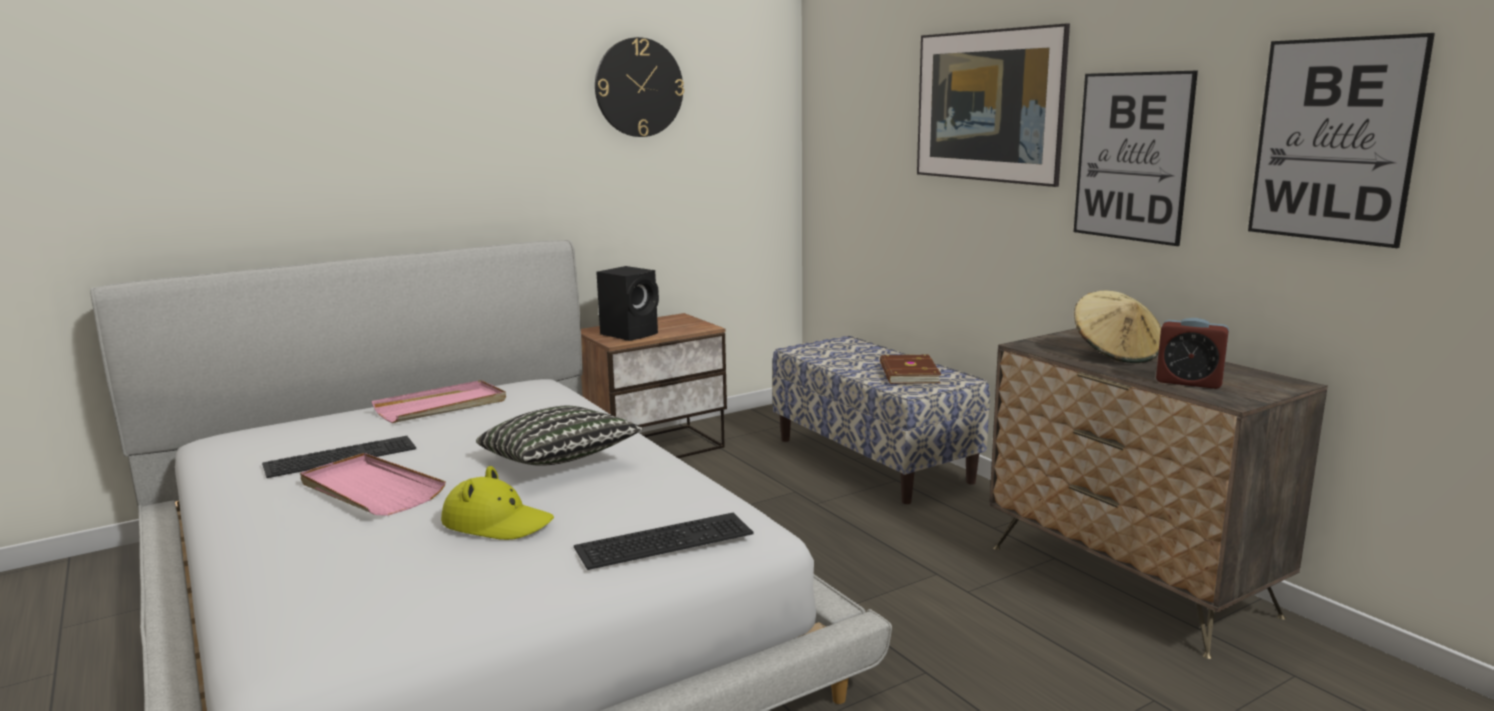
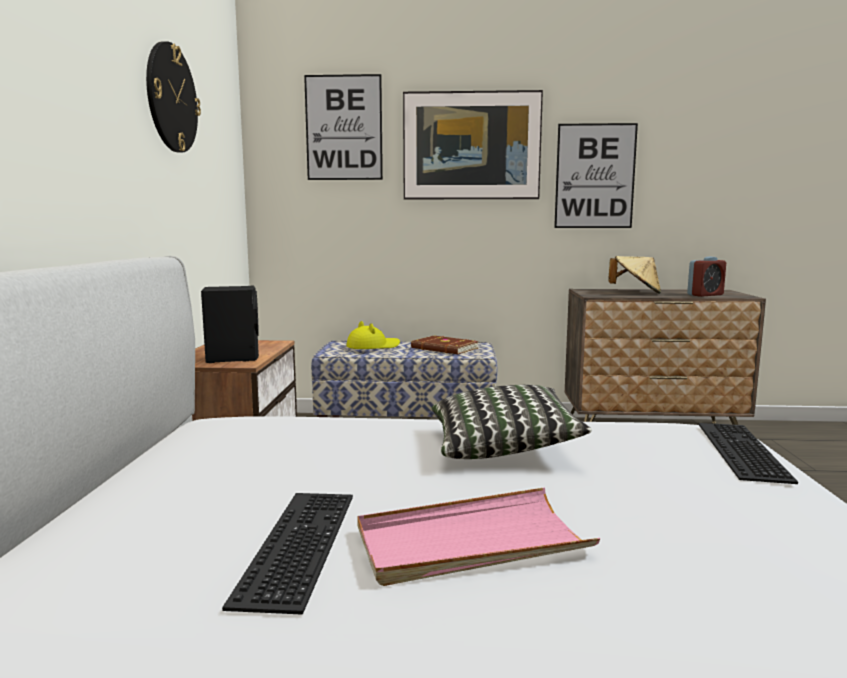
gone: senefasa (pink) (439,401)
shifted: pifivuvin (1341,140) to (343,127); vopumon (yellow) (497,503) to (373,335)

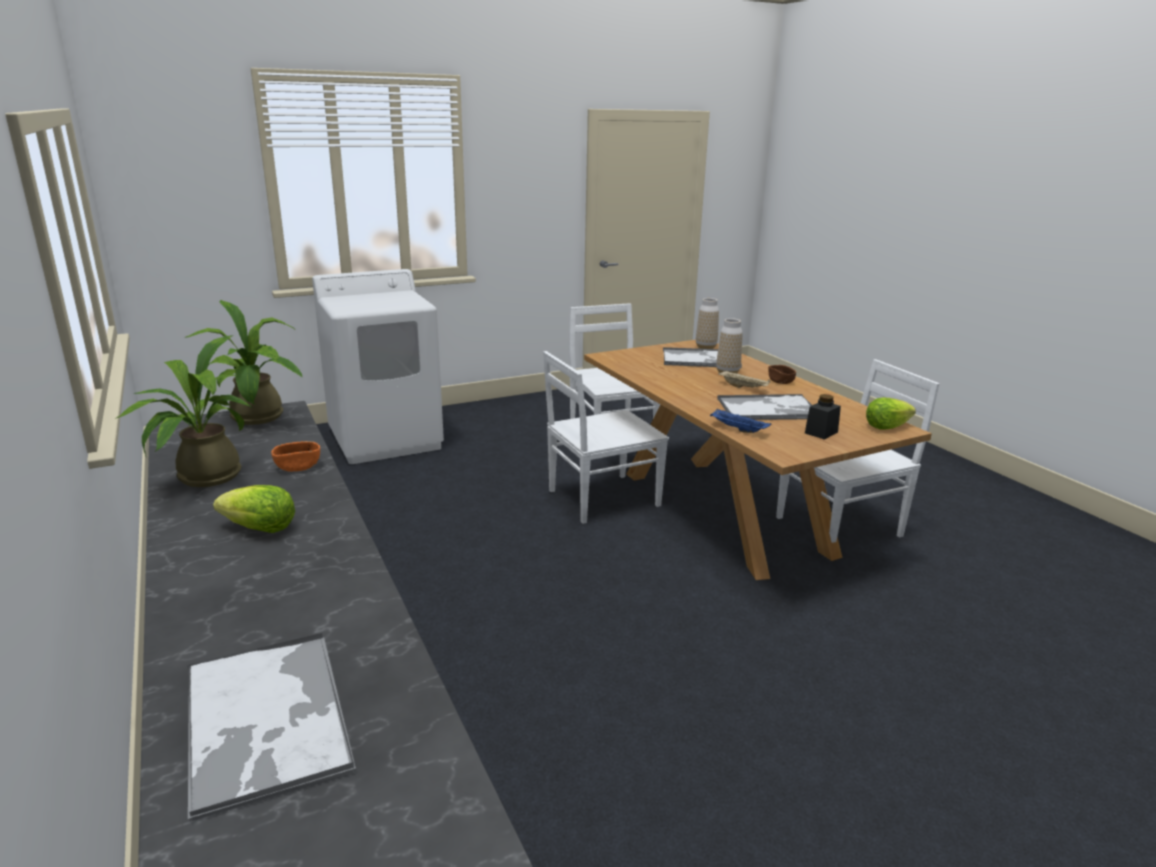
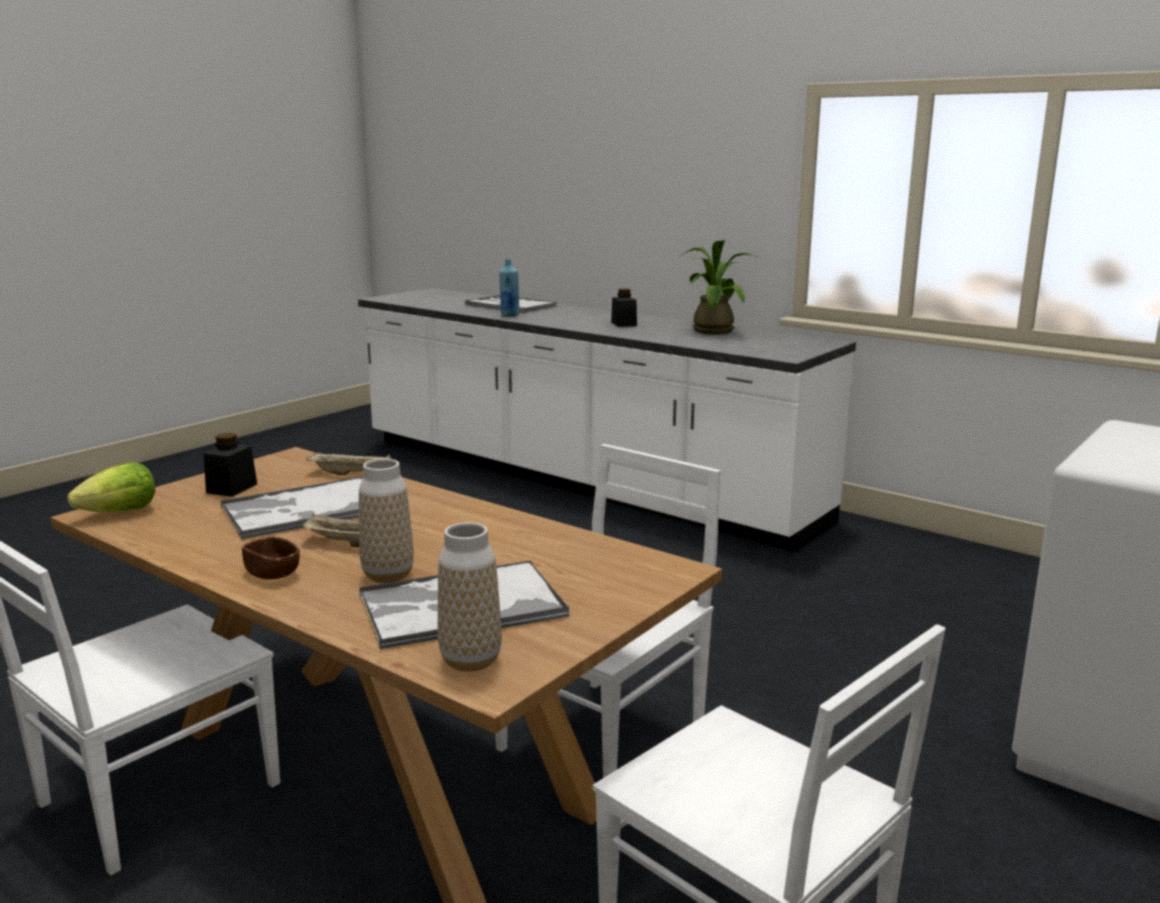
gone: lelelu (243,362); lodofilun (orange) (295,456)
new: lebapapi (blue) (509,287)
swapped: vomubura (254,509) to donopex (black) (624,307)
repainted: senefasa (blue) (740,421) to senefasa (beige) (349,464)

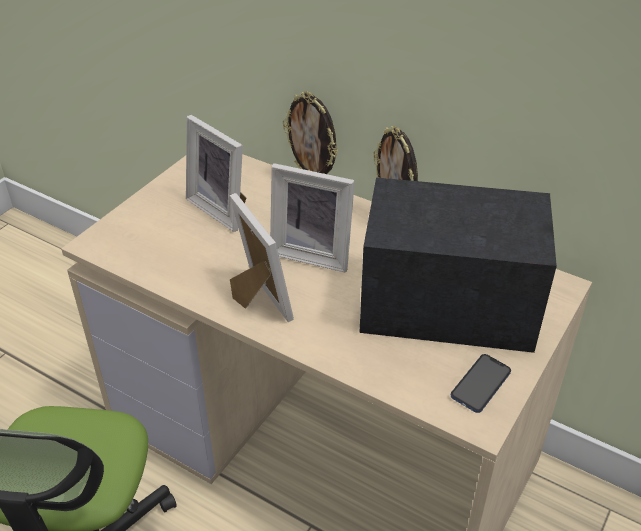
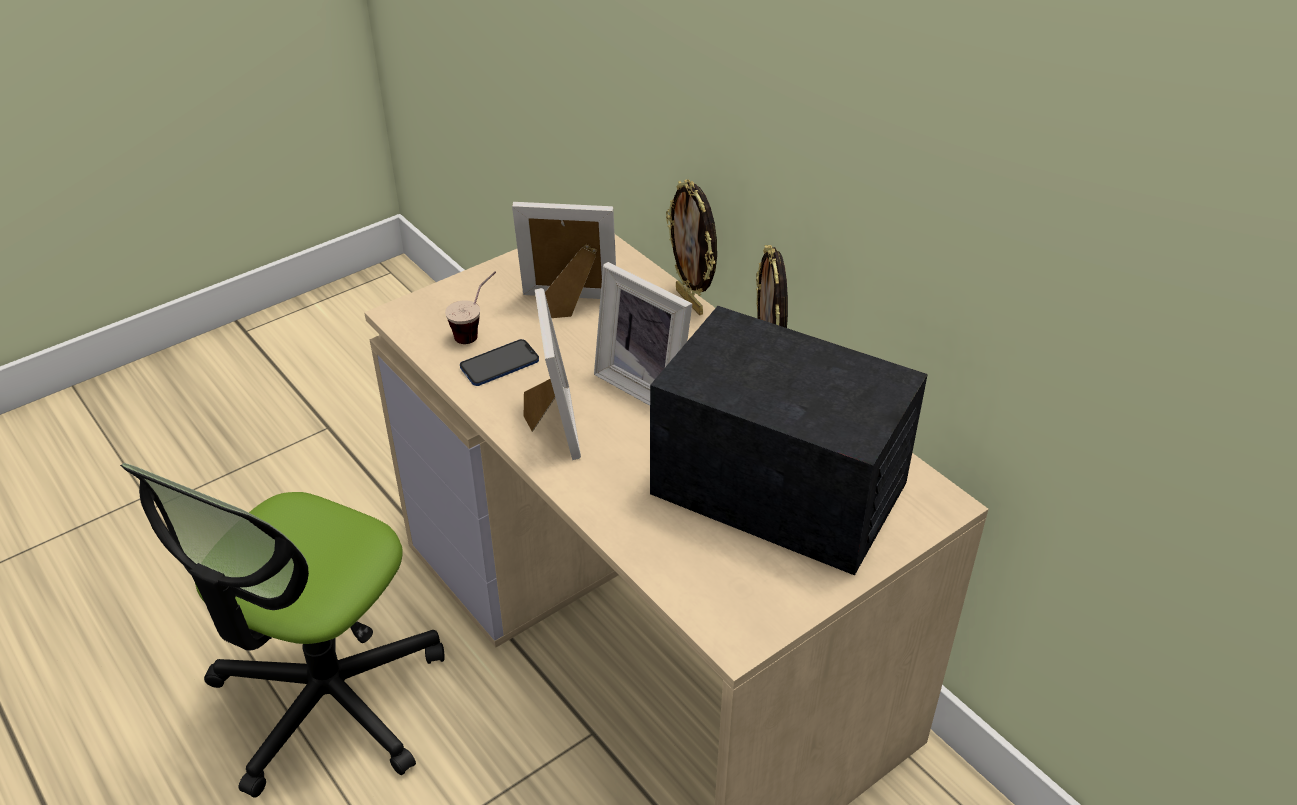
new: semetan (470,307)
shifted: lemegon (481,383) to (499,362)
rotated: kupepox (216,173) = (564,260) 120 degrees clockwise

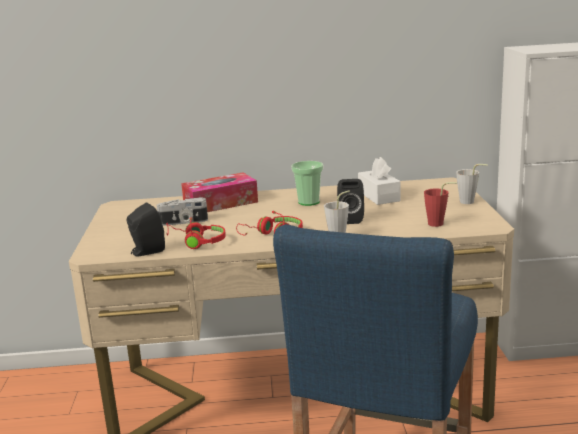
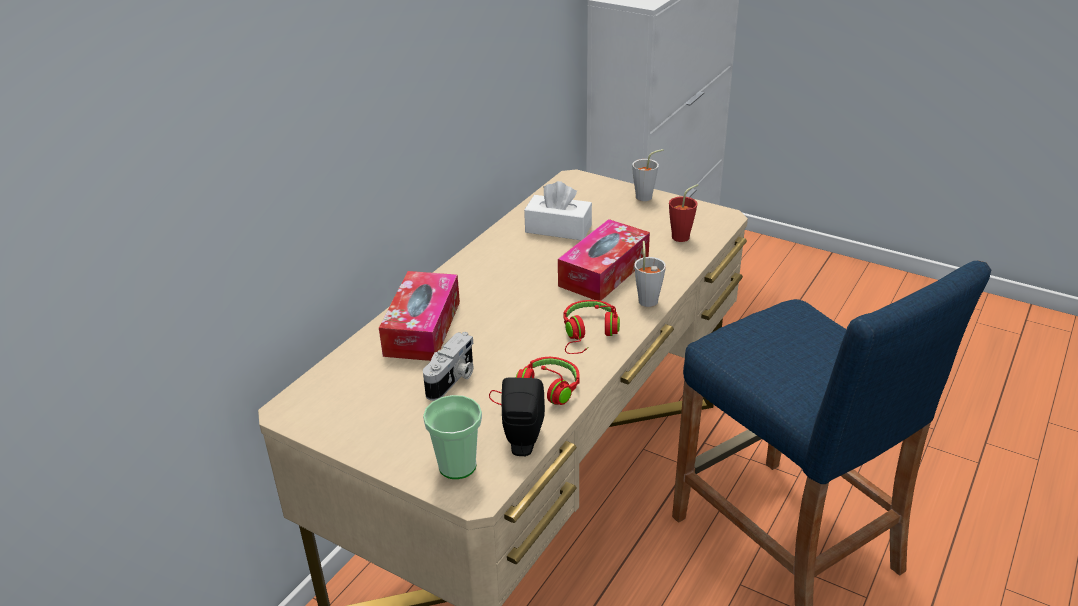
shifted: semetan (307,183) to (452,437)
swapped: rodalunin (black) (350,201) to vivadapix (604,260)

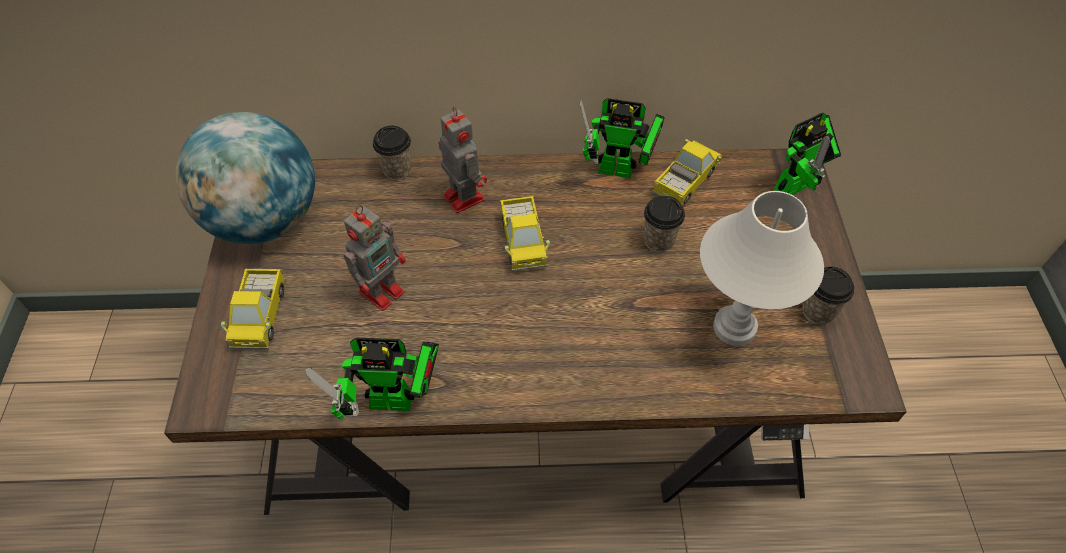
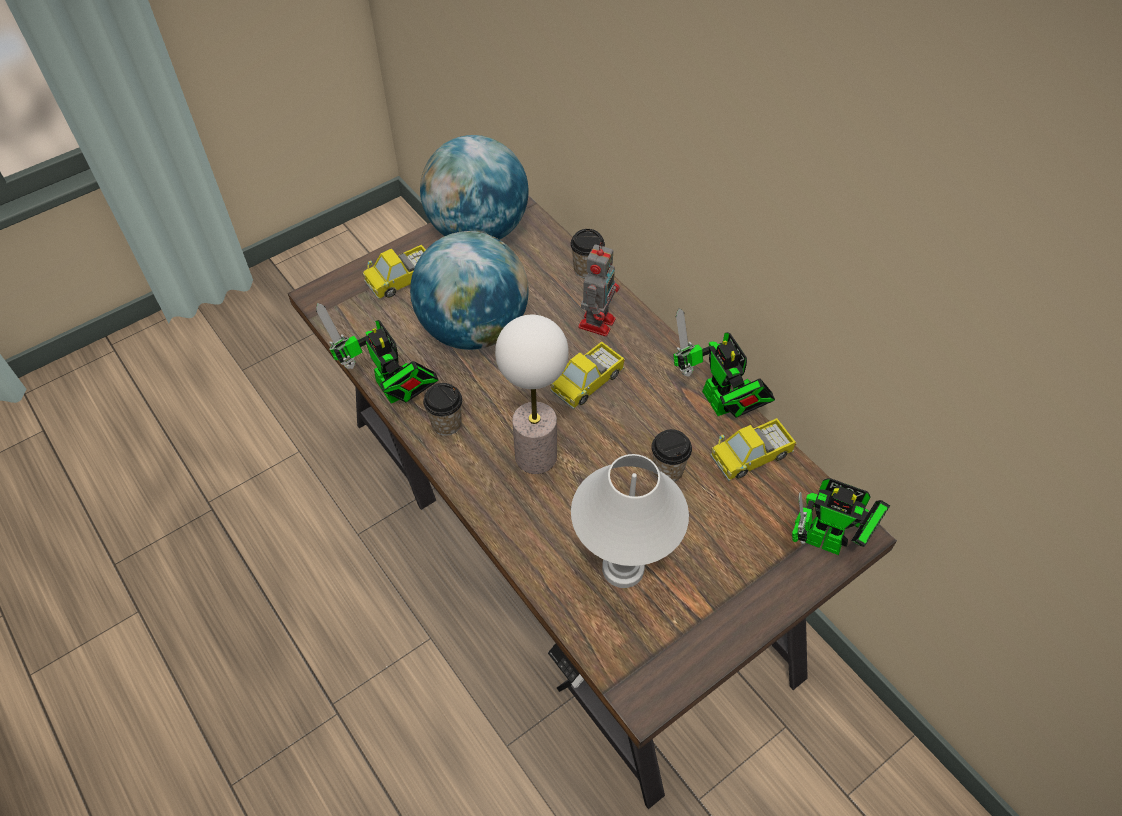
new: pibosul (532,394)
shifted: semetan (828,296) to (442,409)
swapped: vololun (375,258) to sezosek (469,290)
rotated: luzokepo (687,172) = (753,449) 150 degrees clockwise

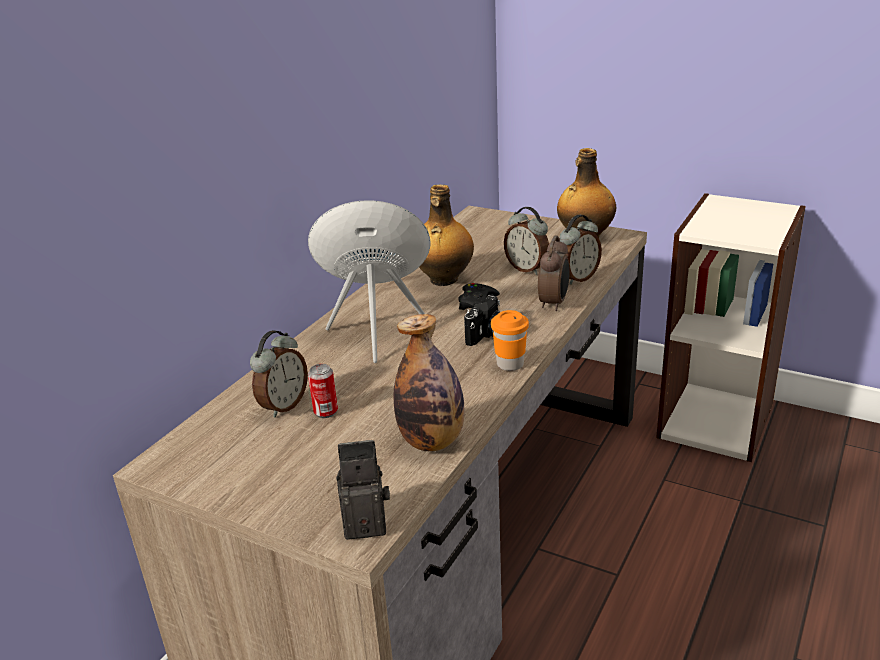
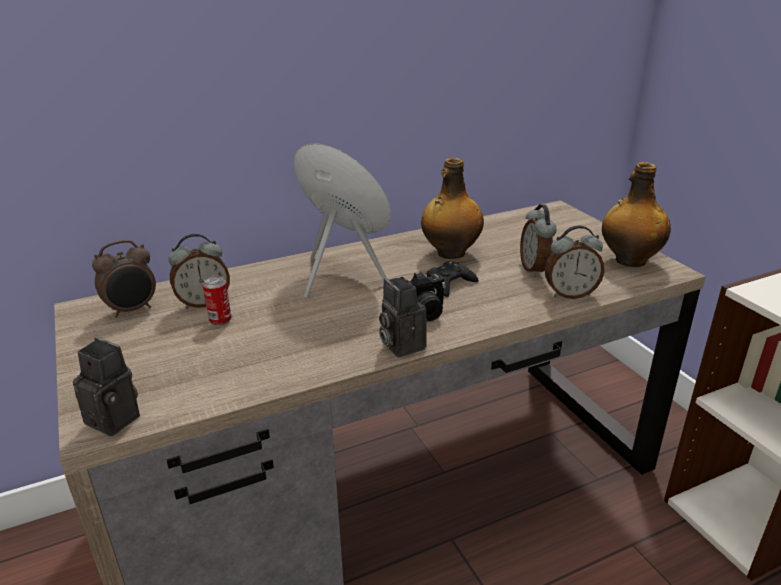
gone: lebapapi (428,382)
shifted: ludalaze (554,273) to (124,279)
swapped: semetan (orange) (510,340) to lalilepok (403,317)

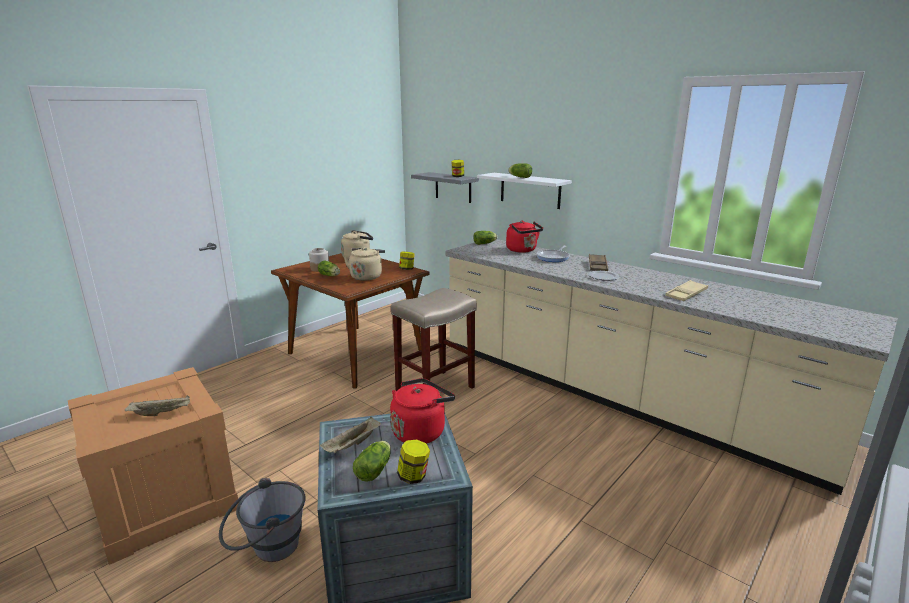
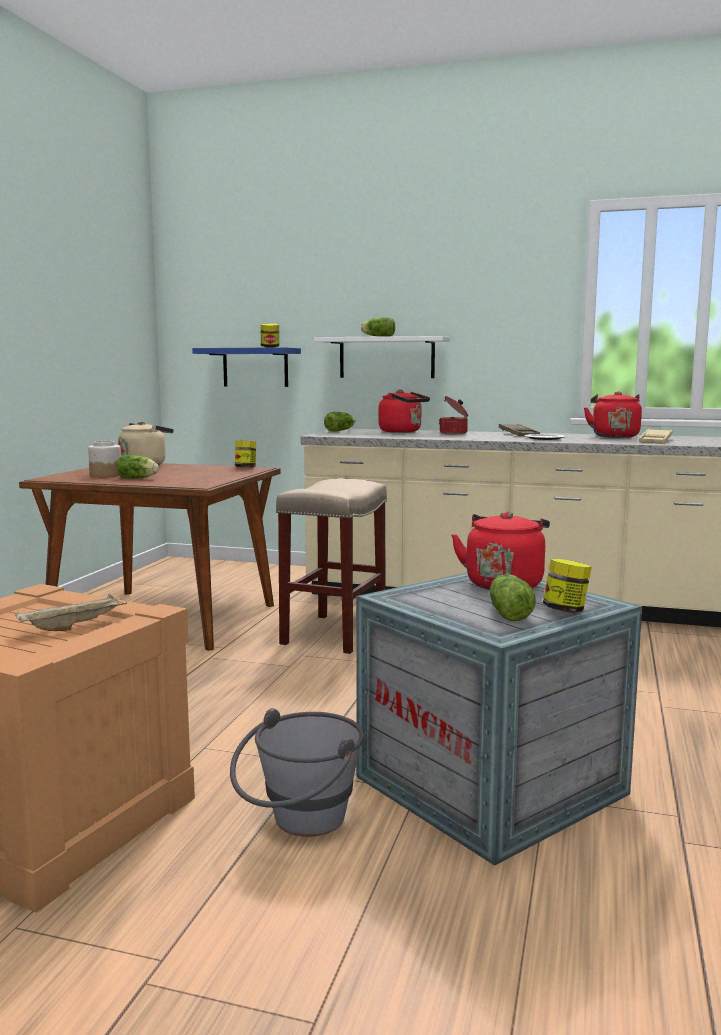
gone: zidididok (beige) (364,264); senefasa (beige) (350,435)
new: zidididok (red) (613,414)
swapped: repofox (553,254) to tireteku (453,415)
repainted: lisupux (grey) (445,187) to lisupux (blue) (246,367)

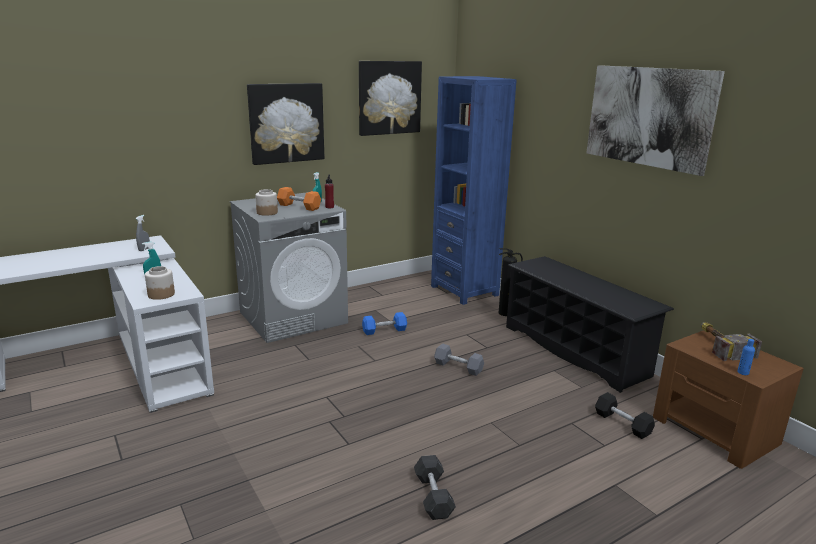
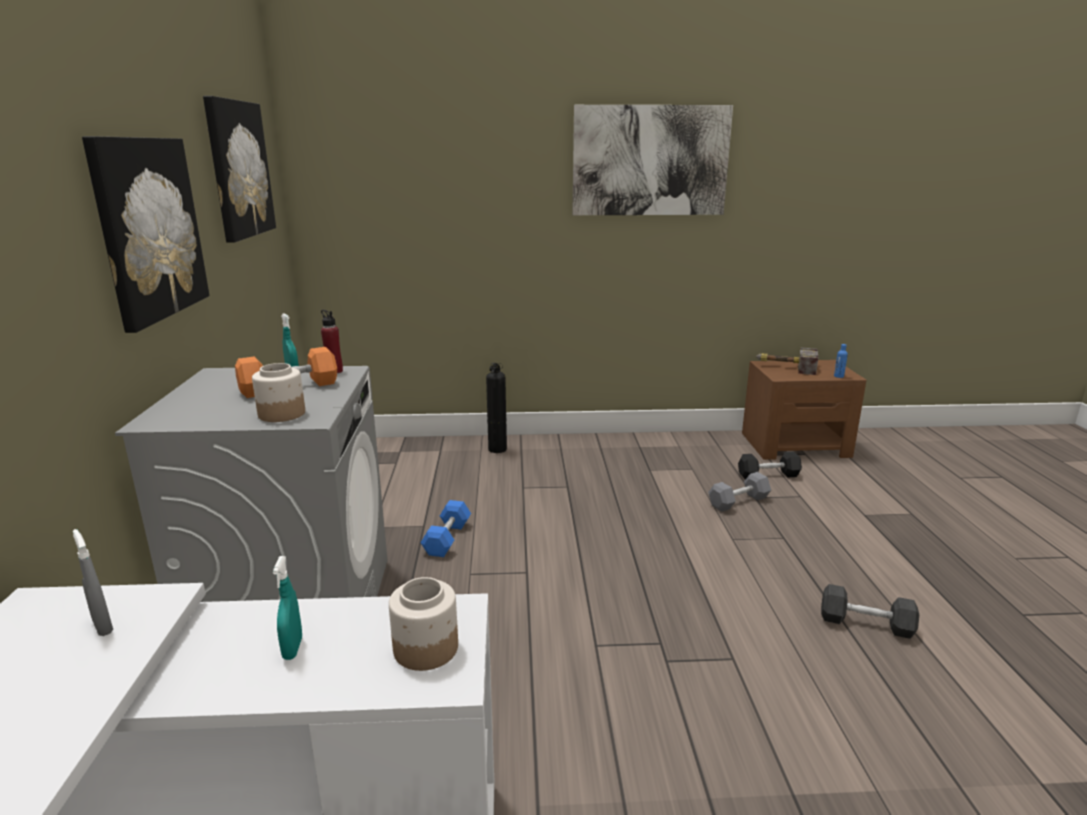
gone: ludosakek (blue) (474,190); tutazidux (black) (590,324)
shifted: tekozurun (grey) (459,359) to (739,492)

